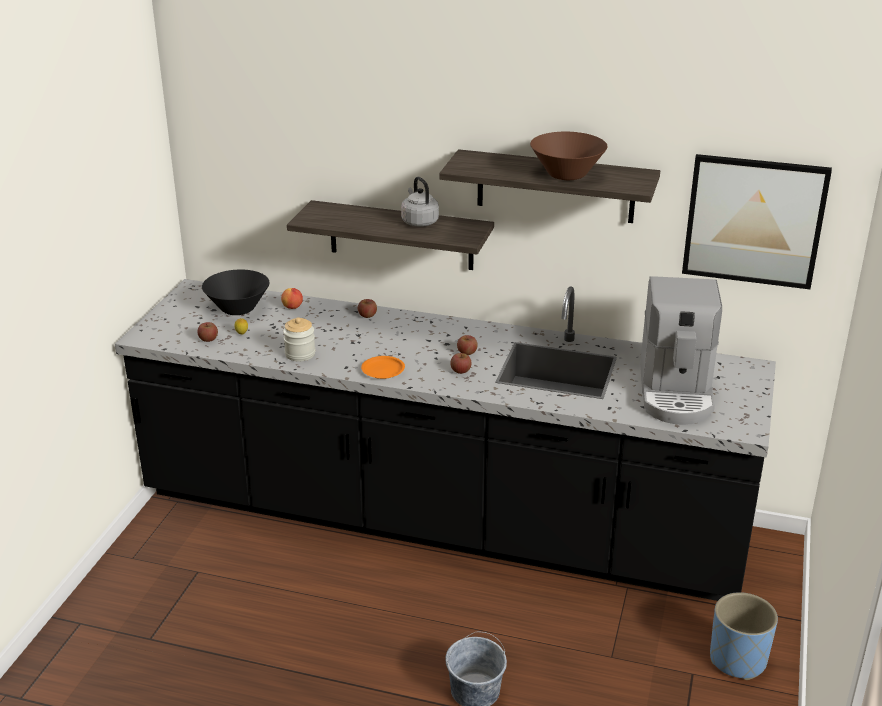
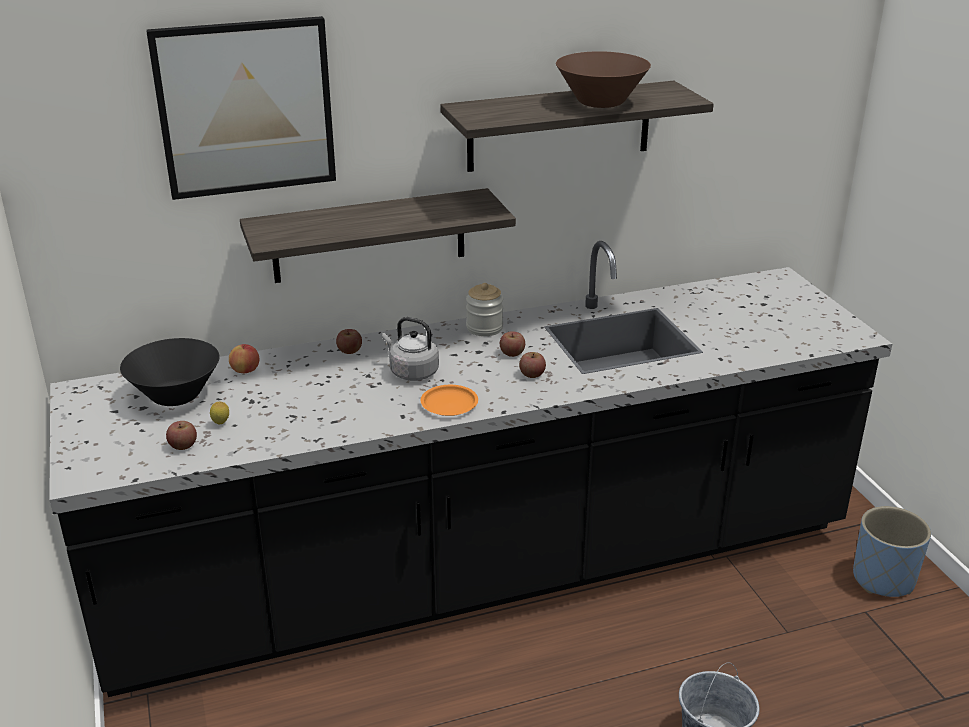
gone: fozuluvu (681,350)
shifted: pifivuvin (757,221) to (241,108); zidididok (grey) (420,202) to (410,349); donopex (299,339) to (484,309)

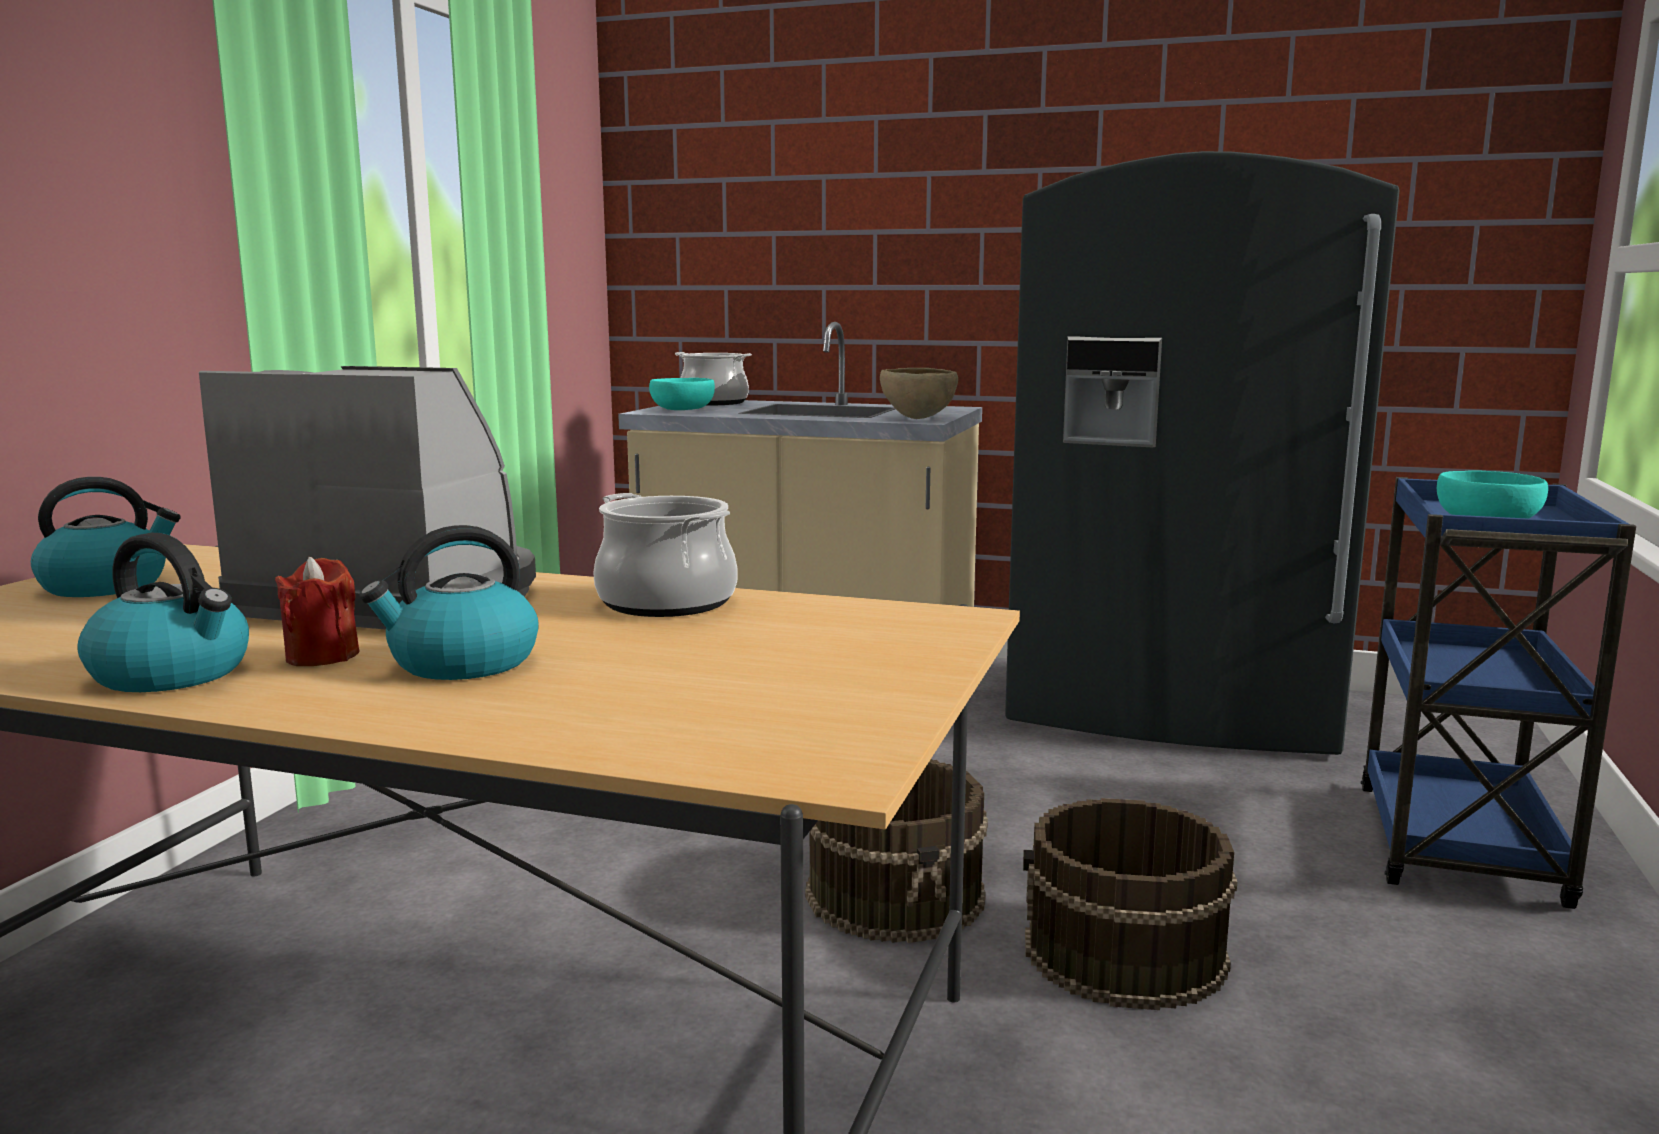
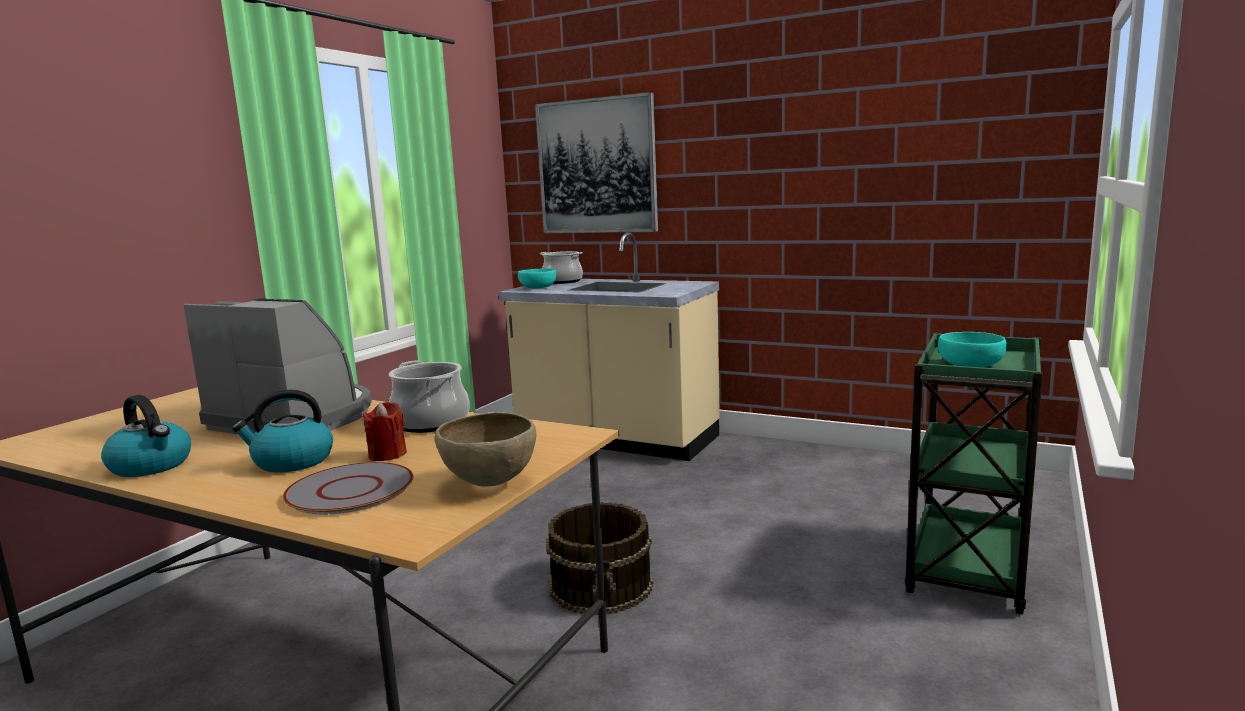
gone: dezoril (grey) (1202,453); zidididok (106,537); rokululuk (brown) (1130,904)
new: pifivuvin (596,162); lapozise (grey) (348,488)
shifted: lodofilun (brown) (919,393) to (485,449); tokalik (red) (317,611) to (384,431)
repainted: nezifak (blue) (1498,693) to nezifak (green) (974,473)

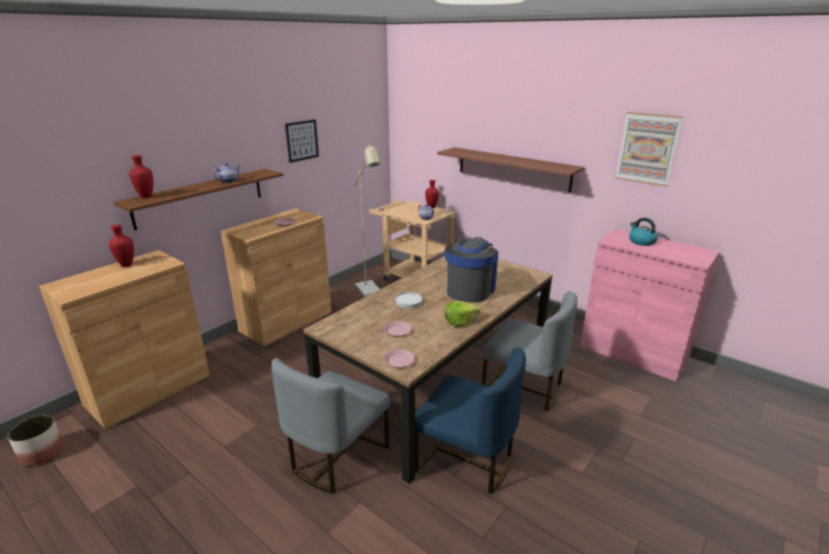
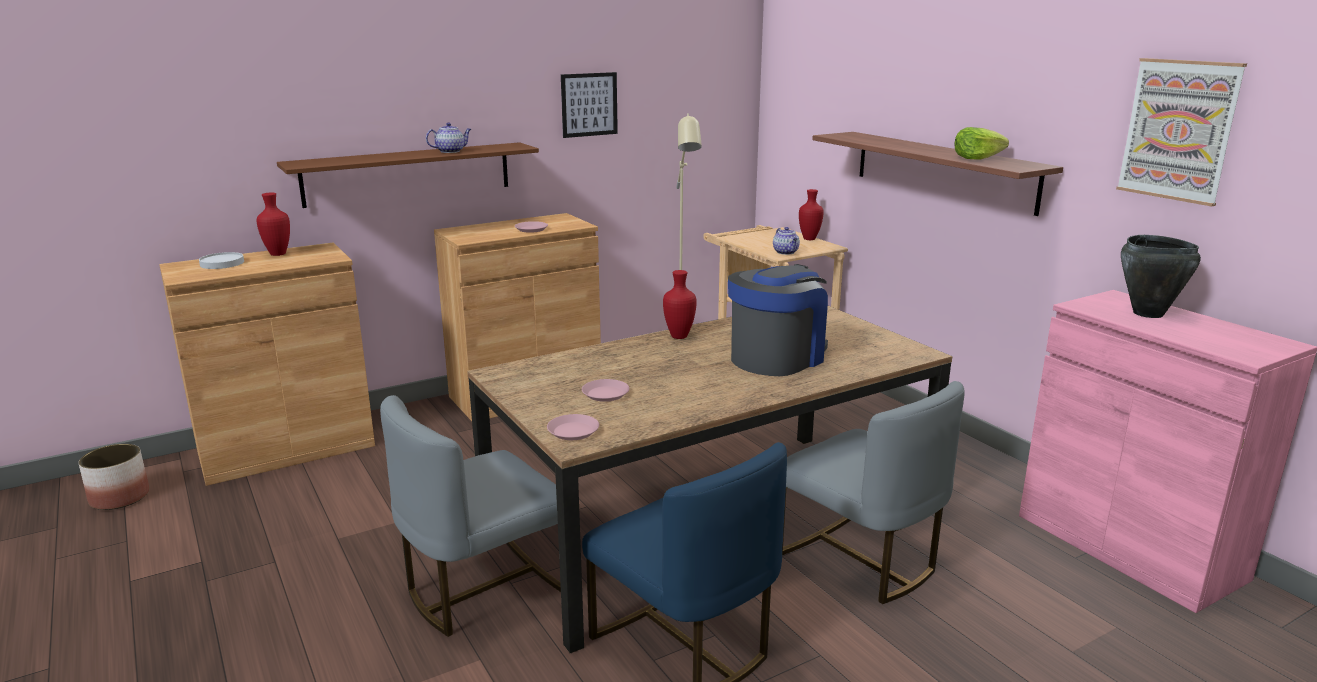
shifted: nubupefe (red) (141,176) to (680,304); lapozise (white) (408,300) to (221,260); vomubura (462,314) to (982,143)
swapped: zidididok (643,232) to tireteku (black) (1161,276)

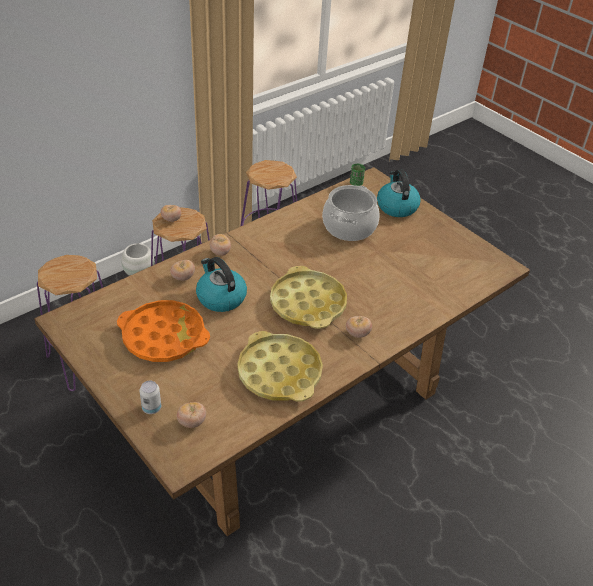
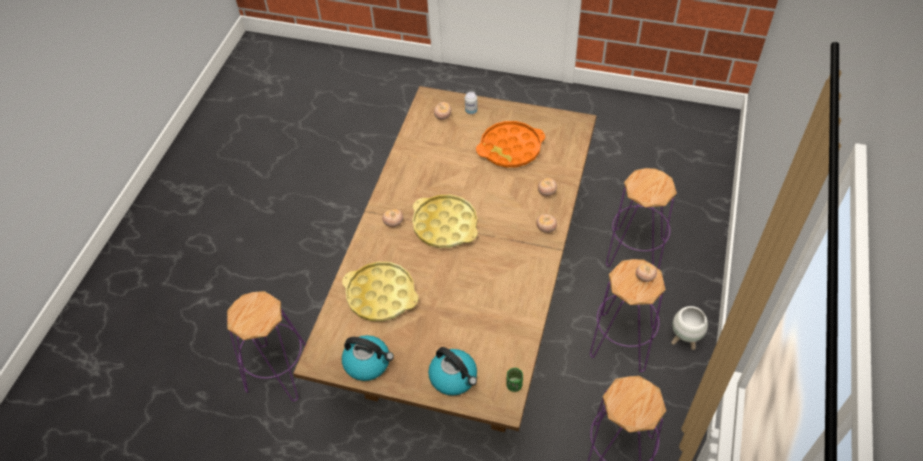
gone: tireteku (351,213)
new: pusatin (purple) (266,346)
shifted: zidididok (221,284) to (368,358); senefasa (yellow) (280,366) to (380,291)

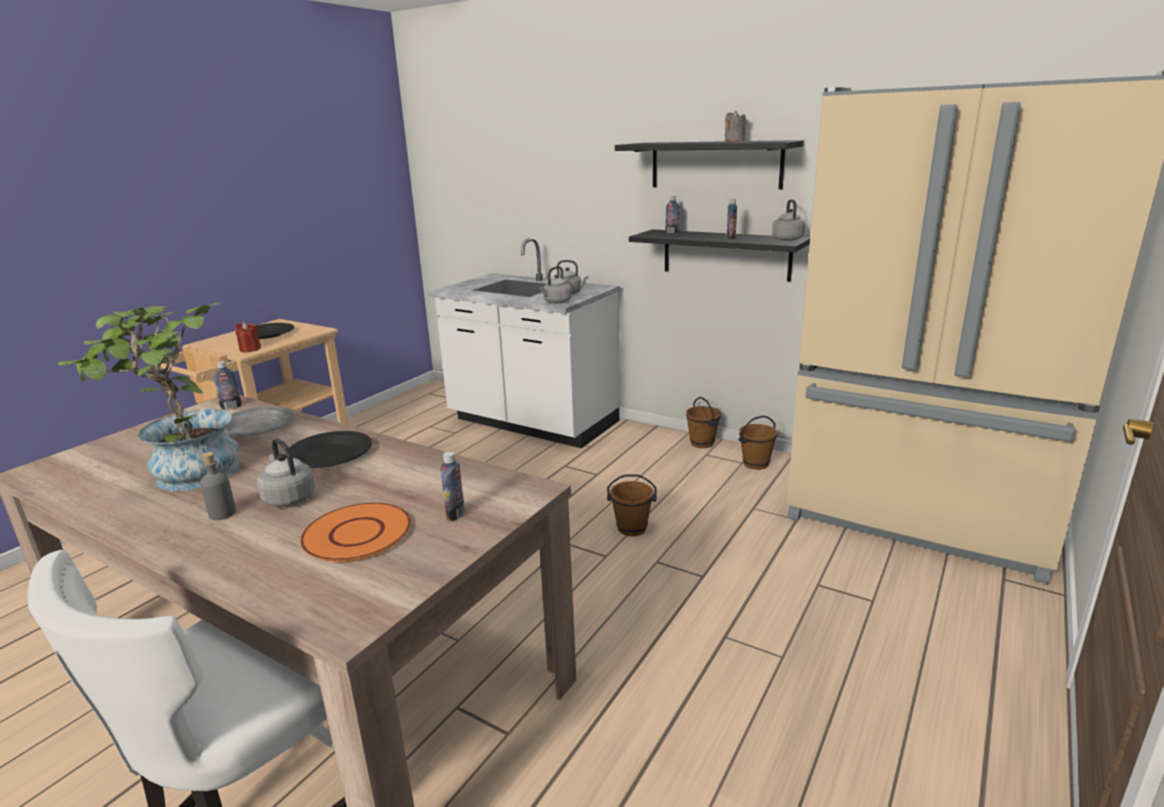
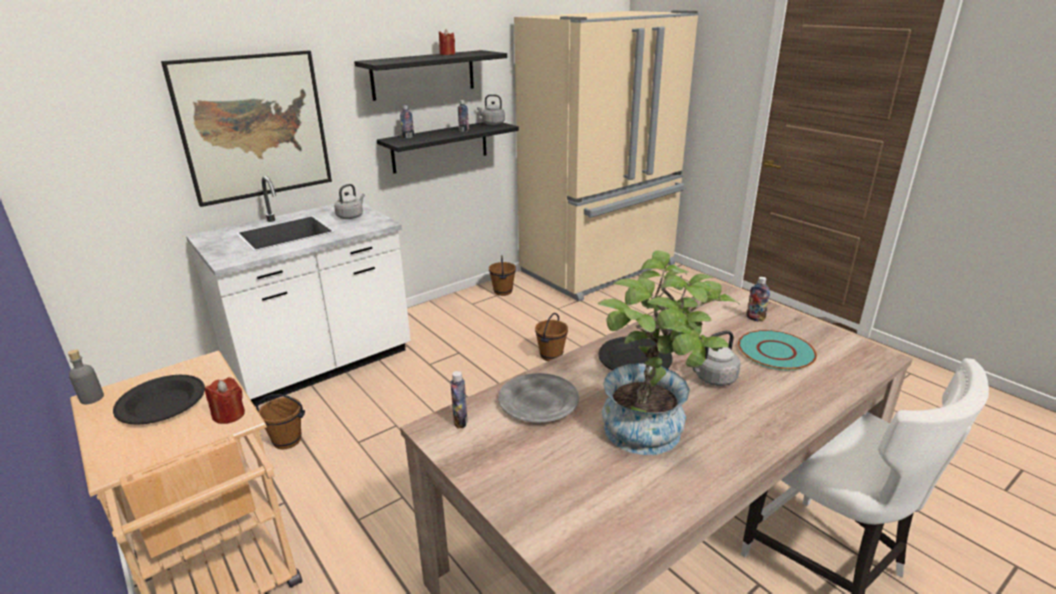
gone: zidididok (grey) (555,284)
new: pifivuvin (246,128)
shifted: rokululuk (brown) (703,422) to (280,421); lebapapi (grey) (218,486) to (86,377)
repainted: tokalik (grey) (735,126) to tokalik (red) (447,42); lapozise (orange) (355,532) to lapozise (turquoise) (777,350)

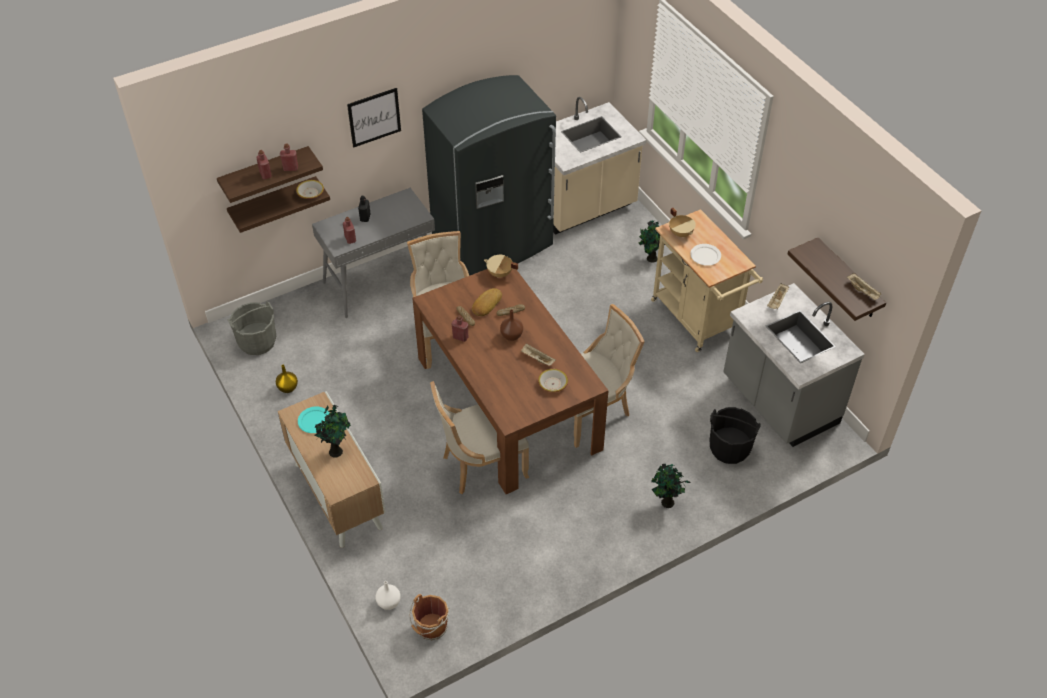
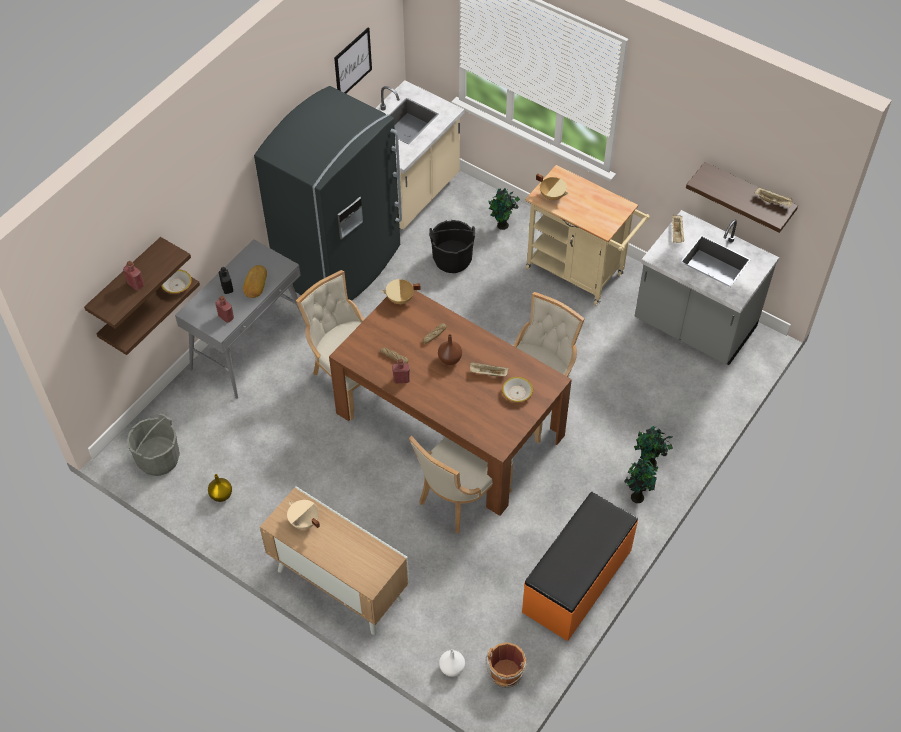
gone: lebapapi (red) (289,157); lapozise (white) (705,255)
new: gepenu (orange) (580,566)
shifted: pifivuvin (374,118) to (353,60); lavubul (487,302) to (255,281); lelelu (332,431) to (641,479); rokululuk (black) (735,435) to (452,246)
swapped: lapozise (turquoise) (314,419) to tireteku (beige) (303,514)

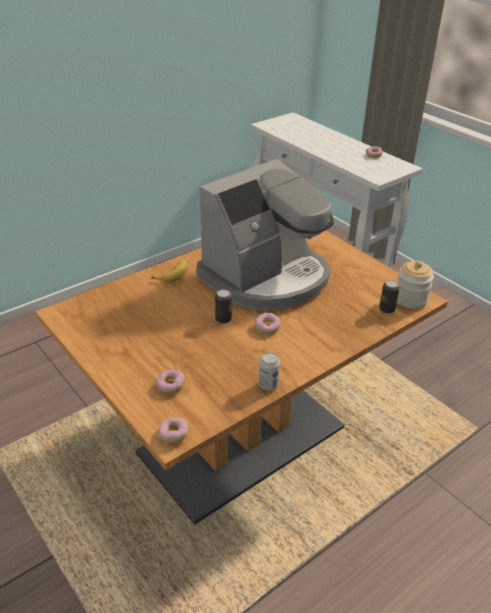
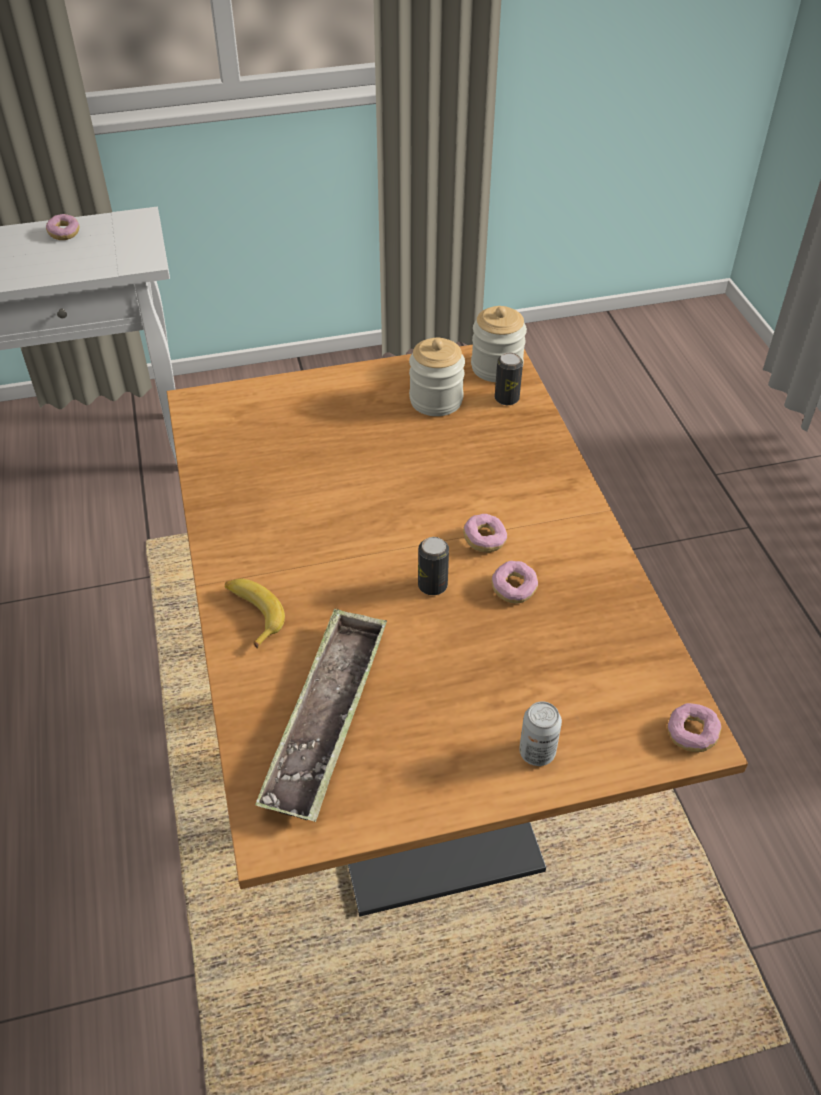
gone: fozuluvu (265,235)
new: donopex (437,377); senefasa (321,715)
shifted: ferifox (269,371) to (540,734); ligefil (170,381) to (515,582)

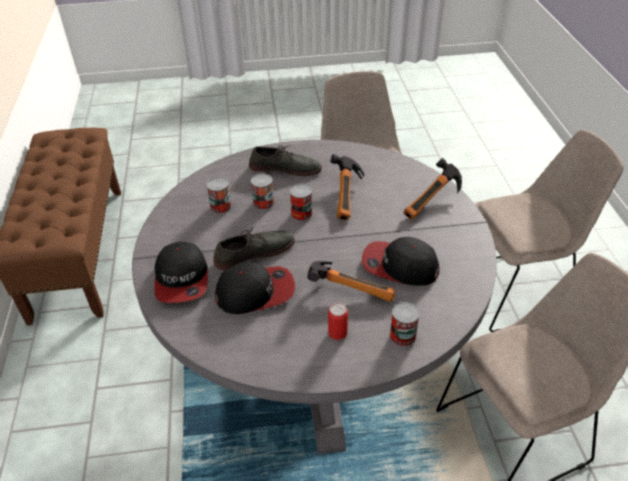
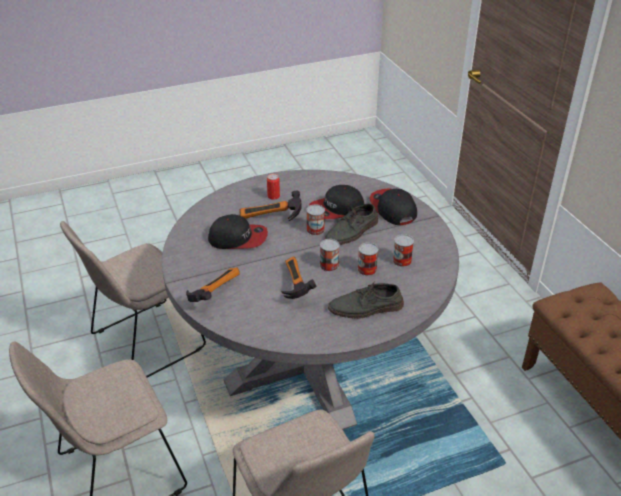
shifted: ferifox (405,324) to (315,220)

